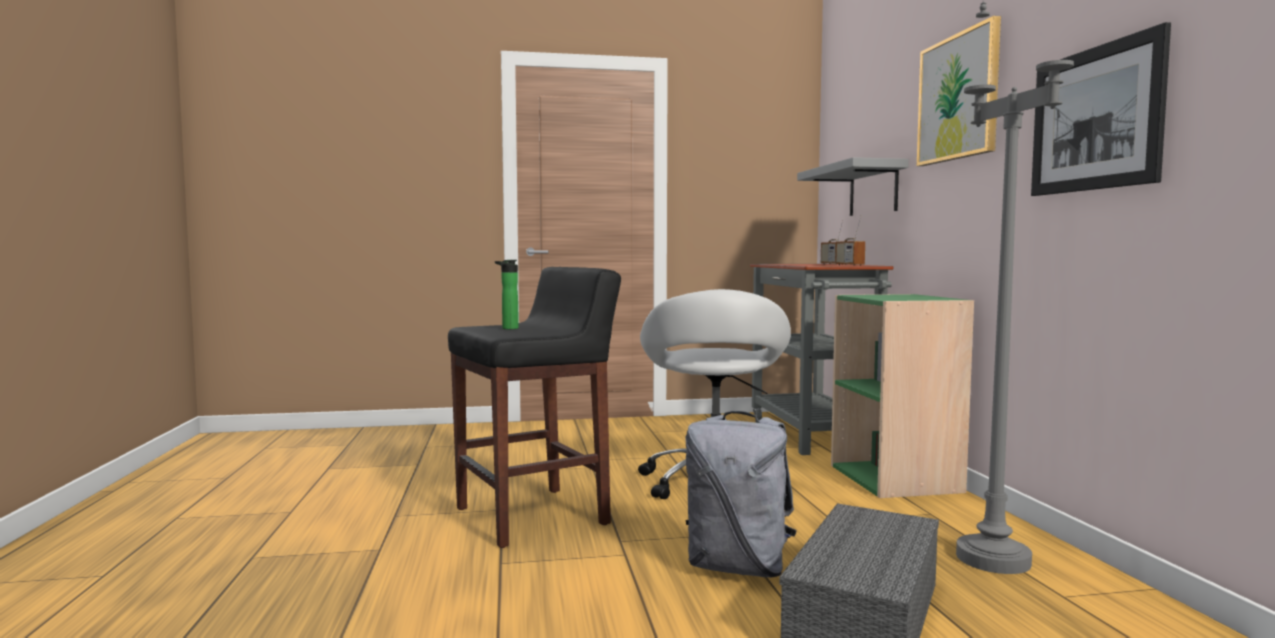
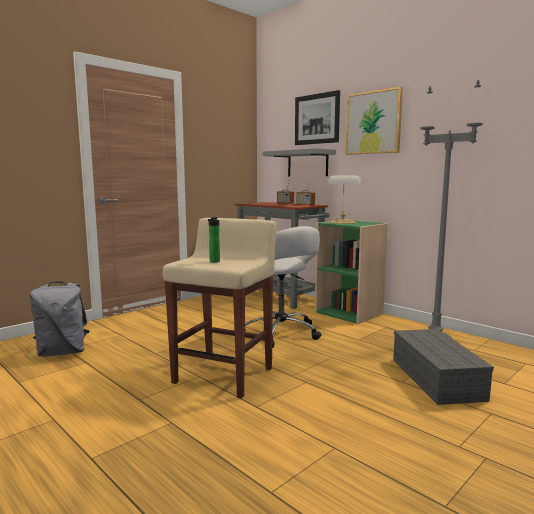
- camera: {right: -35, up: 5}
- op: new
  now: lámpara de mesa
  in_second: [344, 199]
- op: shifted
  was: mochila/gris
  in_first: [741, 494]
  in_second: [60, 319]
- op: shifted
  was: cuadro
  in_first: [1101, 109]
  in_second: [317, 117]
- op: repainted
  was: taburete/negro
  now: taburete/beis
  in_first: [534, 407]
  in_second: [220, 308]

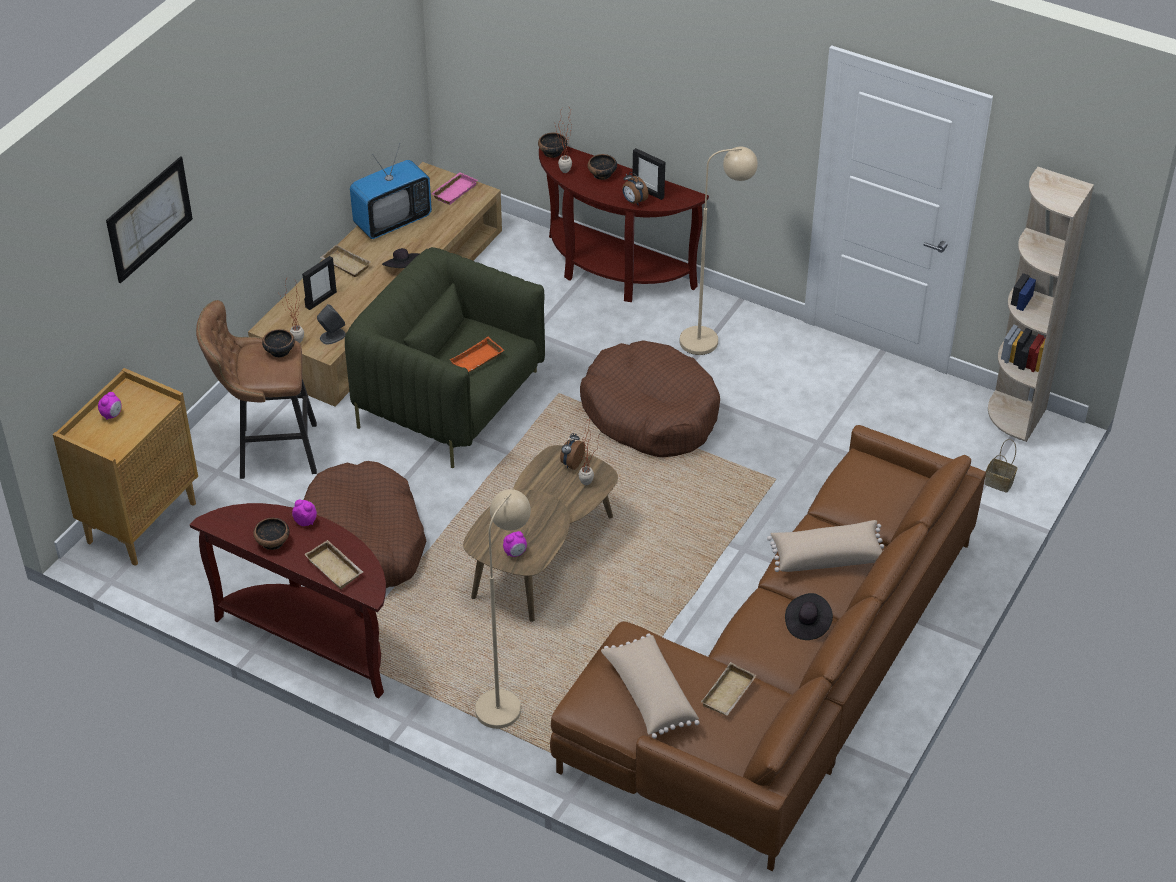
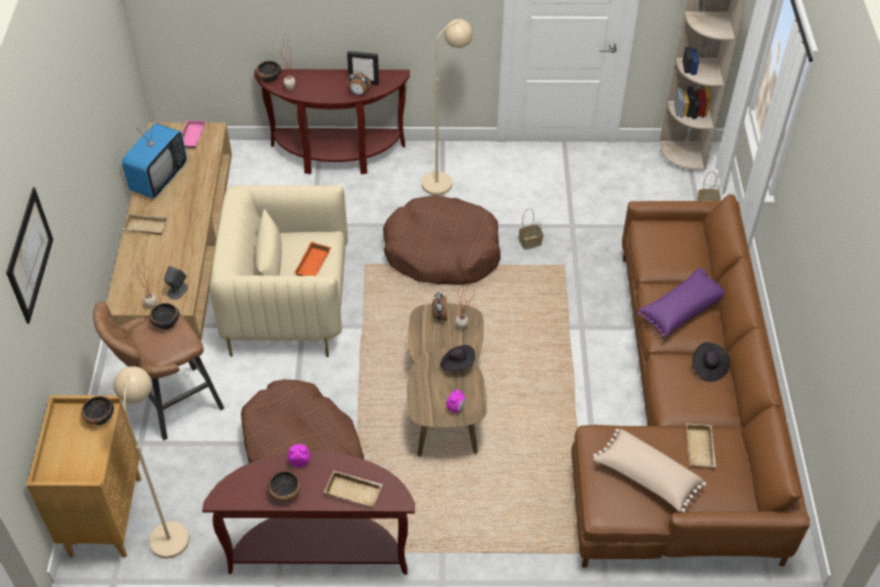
- camera: {right: -30, up: 5}
- op: gone
  was: despertador
  in_first: [110, 406]
- op: gone
  was: portarretratos
  in_first: [319, 283]
- op: new
  now: cesta
  in_second: [531, 229]
- op: shifted
  was: sombrero/negro
  in_first: [400, 258]
  in_second: [457, 358]
- op: shifted
  was: lámpara de pie/beis
  in_first: [503, 609]
  in_second: [151, 462]
- op: shifted
  was: cuenco
  in_first: [602, 167]
  in_second: [97, 410]
- op: repainted
  was: sillón/verde
  now: sillón/beis
  in_first: [445, 357]
  in_second: [279, 271]
- op: repainted
  was: cojín/beis
  now: cojín/morado
  in_first: [825, 546]
  in_second: [681, 303]

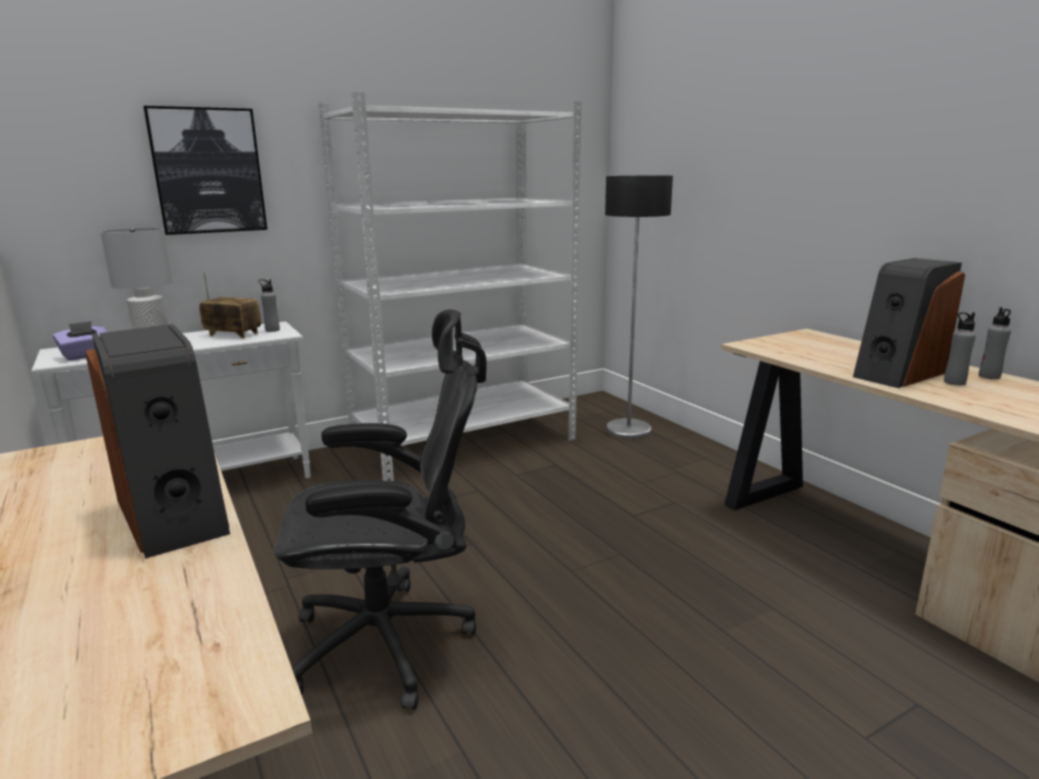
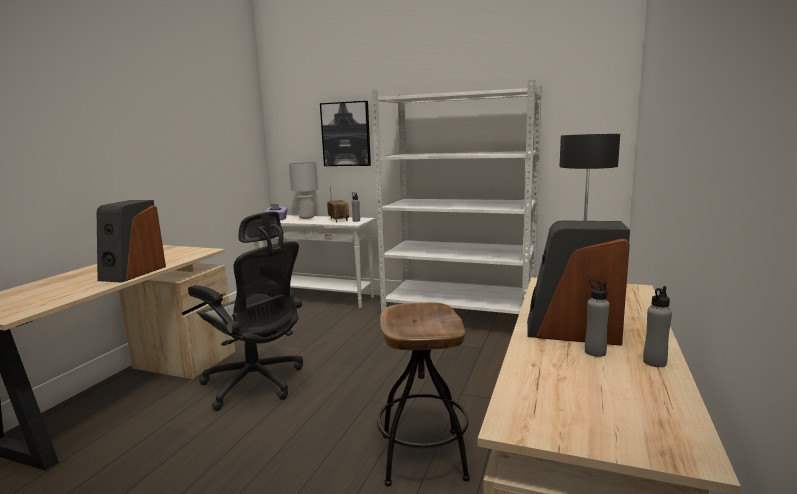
- camera: {right: 50, up: -5}
- op: new
  now: taburete/marrón
  in_second: [423, 394]

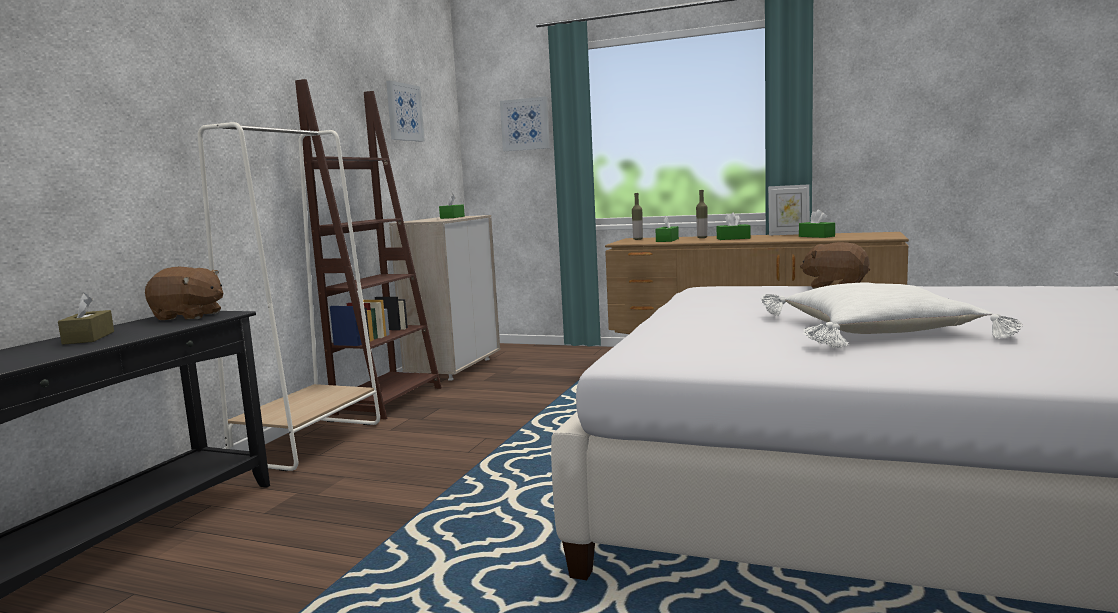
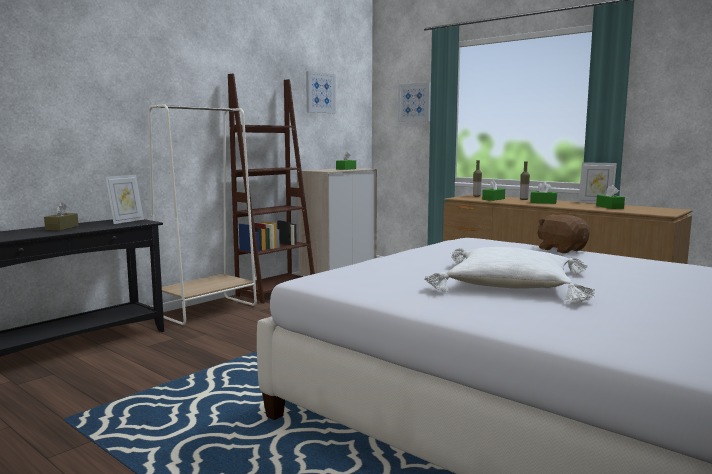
- camera: {right: 20, up: 0}
- op: swapped
  was: peluche/marrón
  now: portarretratos
  in_first: [184, 293]
  in_second: [124, 199]

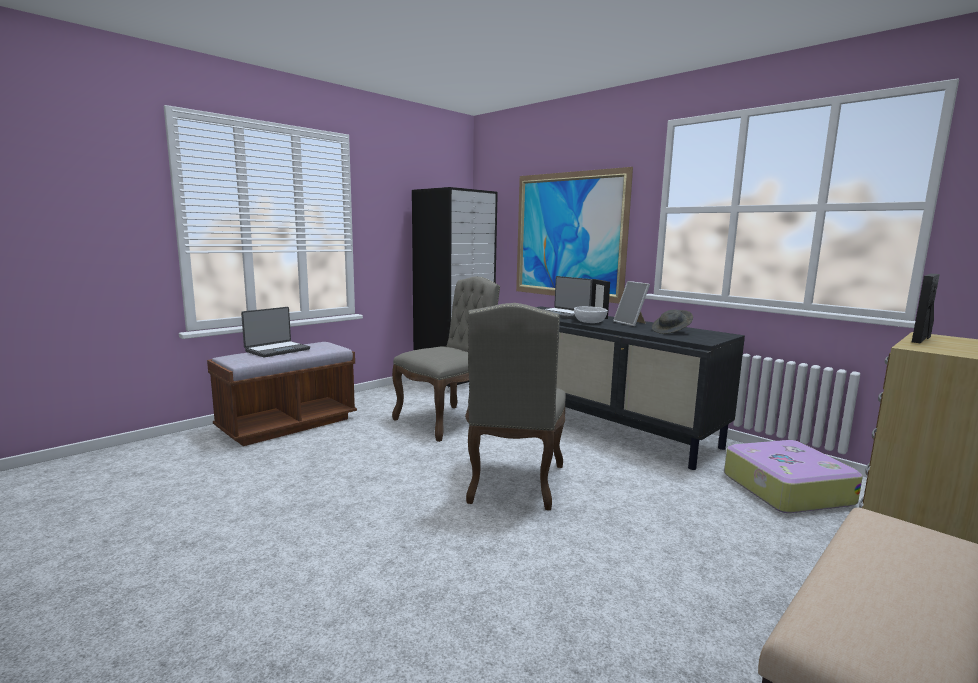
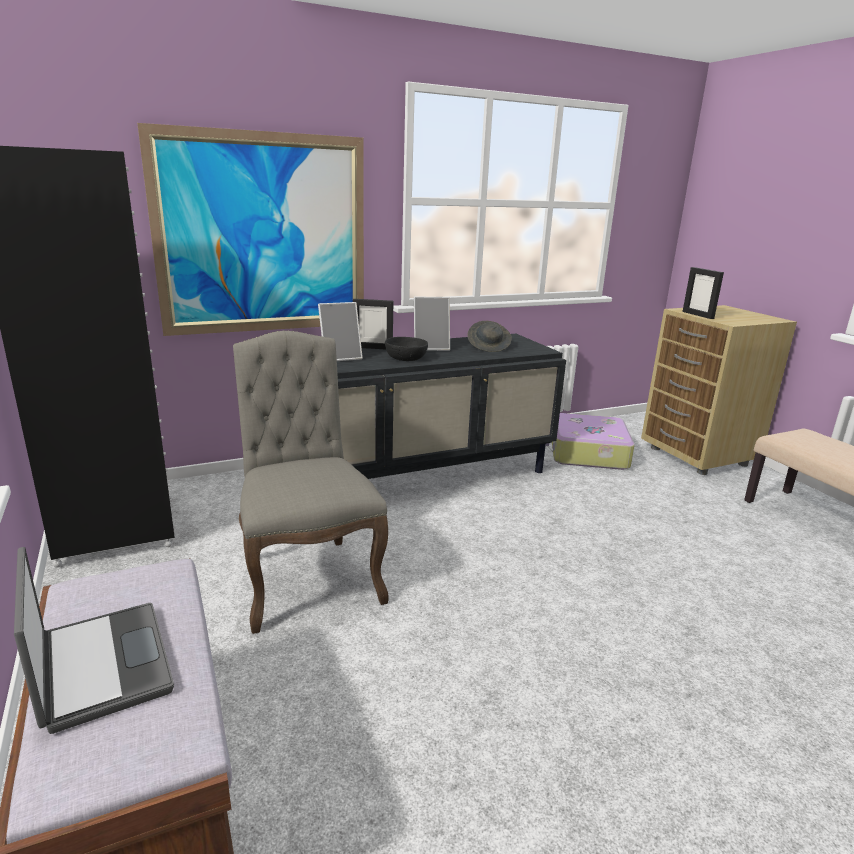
- camera: {right: -70, up: 10}
- op: gone
  was: silla/gris
  in_first: [515, 406]
- op: swapped
  was: portátil
  now: portarretratos
  in_first: [567, 297]
  in_second: [340, 331]
- op: repainted
  was: cuenco/blanco
  now: cuenco/negro
  in_first: [591, 314]
  in_second: [406, 349]

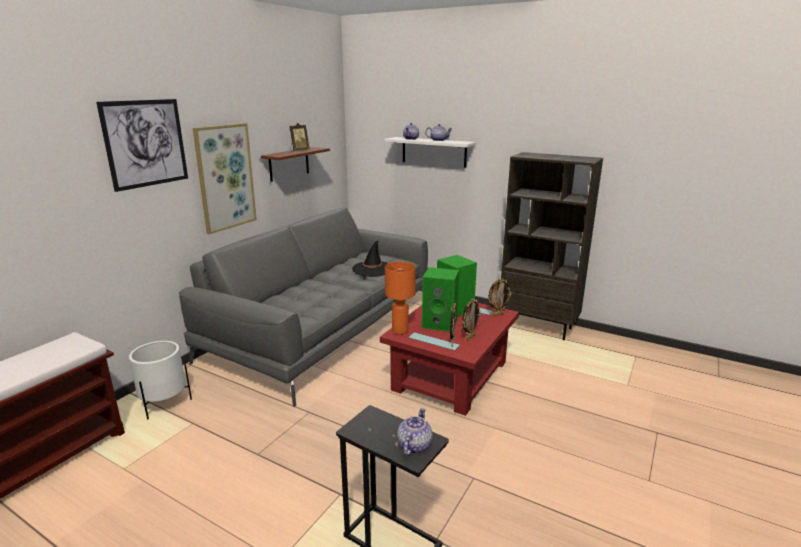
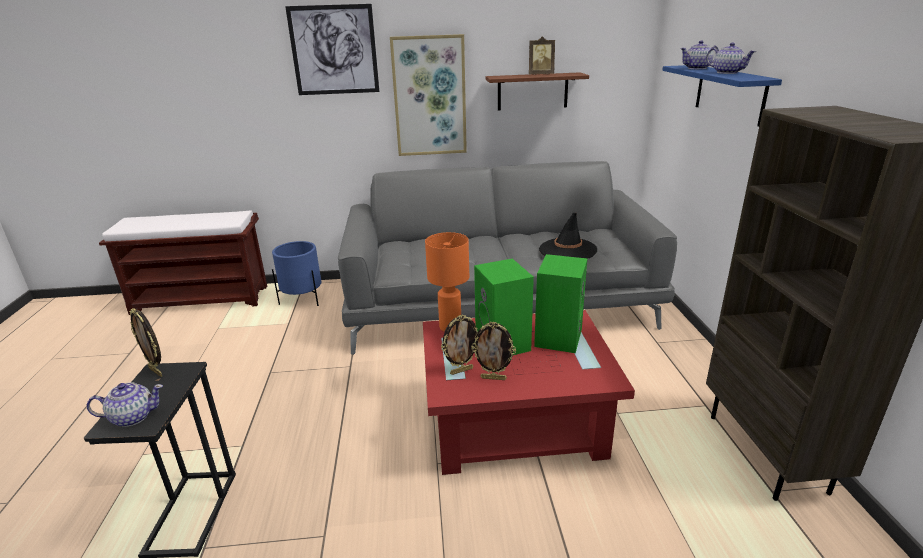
- camera: {right: 55, up: 5}
- op: shifted
  was: portarretratos
  in_first: [499, 297]
  in_second: [145, 342]
- op: repainted
  was: maceta/blanco
  now: maceta/azul
  in_first: [160, 380]
  in_second: [297, 273]
- op: repainted
  was: estante/blanco
  now: estante/azul
  in_first: [430, 152]
  in_second: [722, 96]

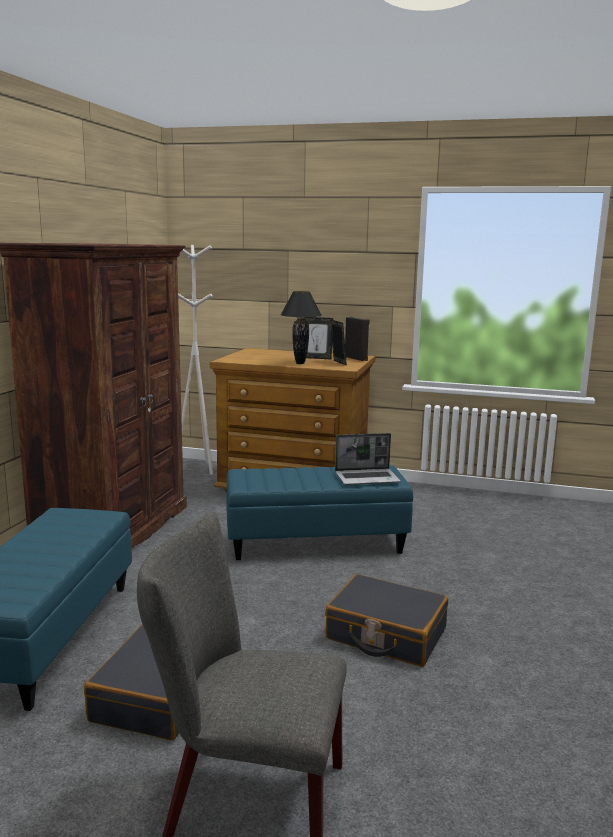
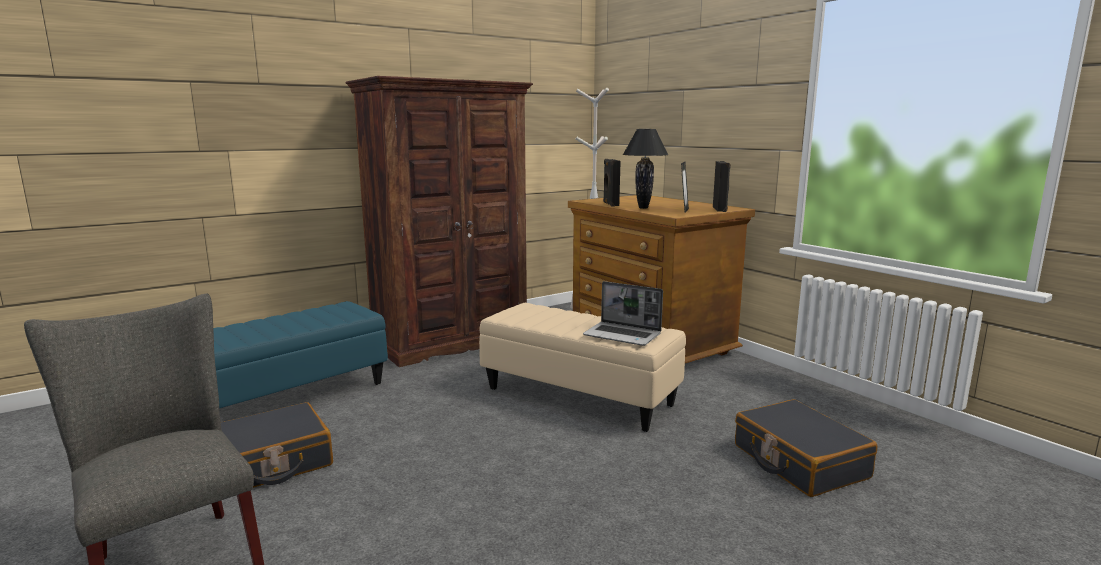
- camera: {right: 40, up: 0}
- op: gone
  was: portarretratos
  in_first: [318, 338]
- op: new
  now: altavoz/negro
  in_second: [612, 183]
- op: shifted
  was: maleta/negro
  in_first: [386, 620]
  in_second: [806, 448]
- op: repainted
  was: puf/azul
  now: puf/beis
  in_first: [320, 513]
  in_second: [582, 367]

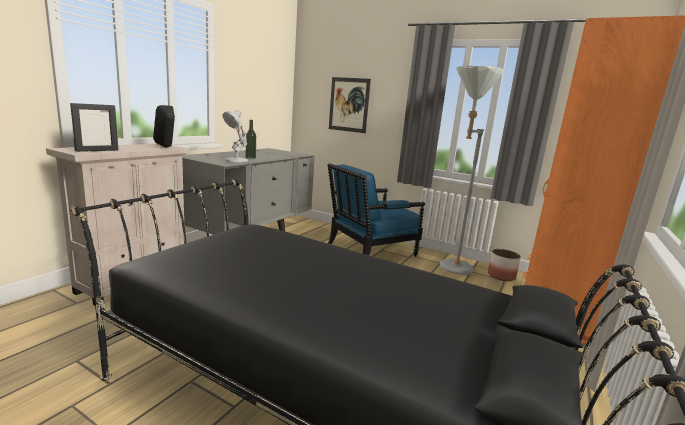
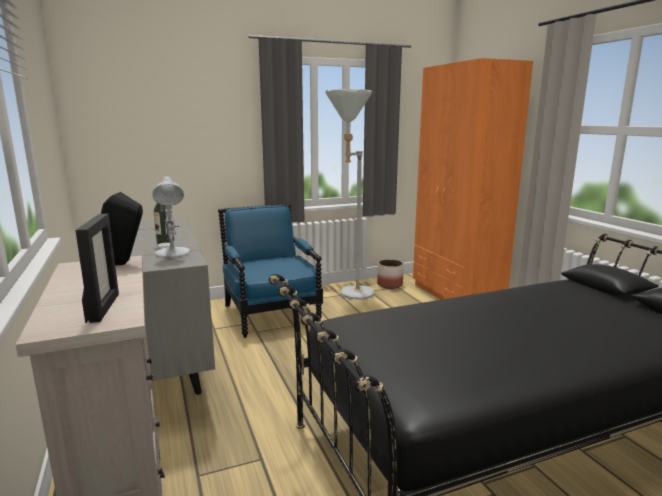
- camera: {right: -50, up: 0}
- op: gone
  was: cuadro
  in_first: [350, 105]
- op: rotated
  was: sillón/azul
  in_first: [376, 210]
  in_second: [270, 271]
  clockwise: 150

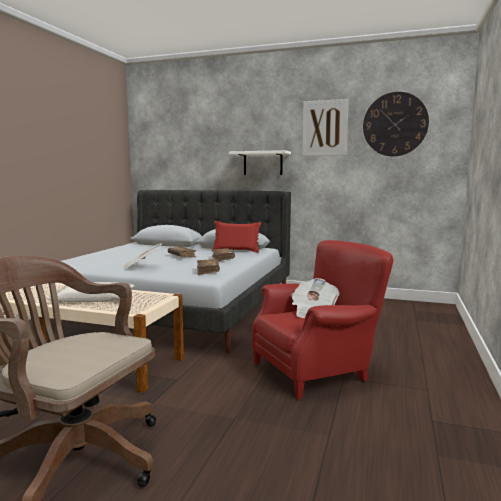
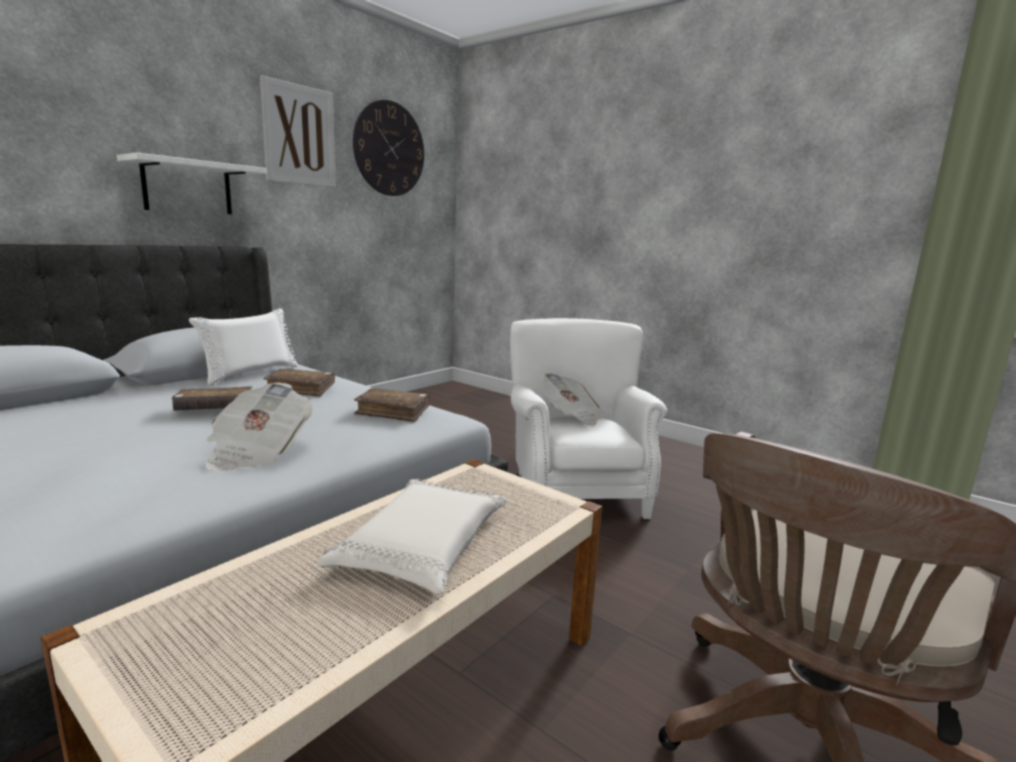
- camera: {right: -70, up: 5}
- op: repainted
  was: cojín/rojo
  now: cojín/blanco
  in_first: [237, 237]
  in_second: [243, 347]
- op: repainted
  was: sillón/rojo
  now: sillón/blanco
  in_first: [323, 320]
  in_second: [588, 418]

